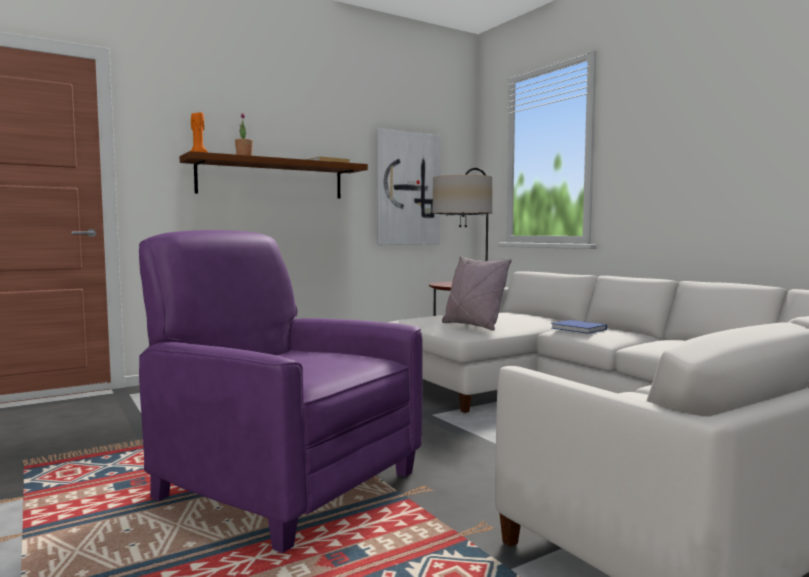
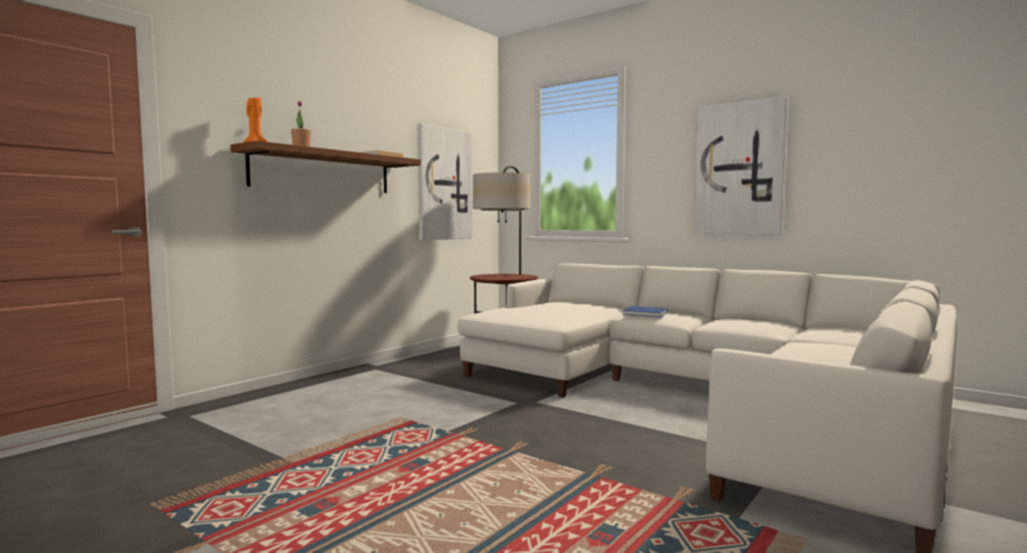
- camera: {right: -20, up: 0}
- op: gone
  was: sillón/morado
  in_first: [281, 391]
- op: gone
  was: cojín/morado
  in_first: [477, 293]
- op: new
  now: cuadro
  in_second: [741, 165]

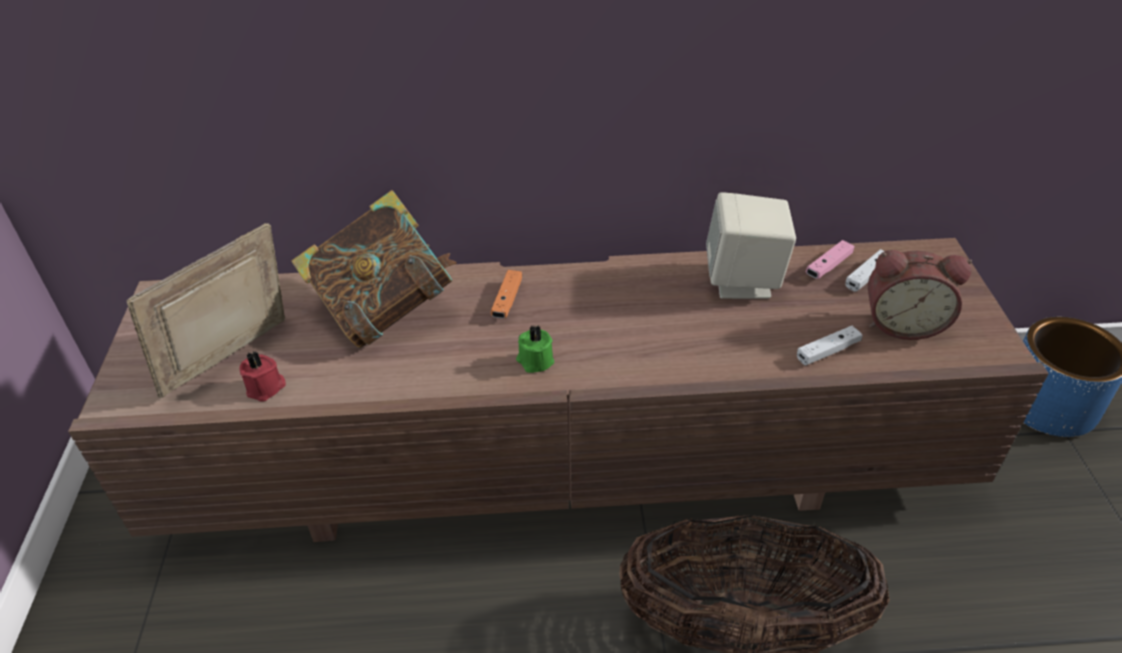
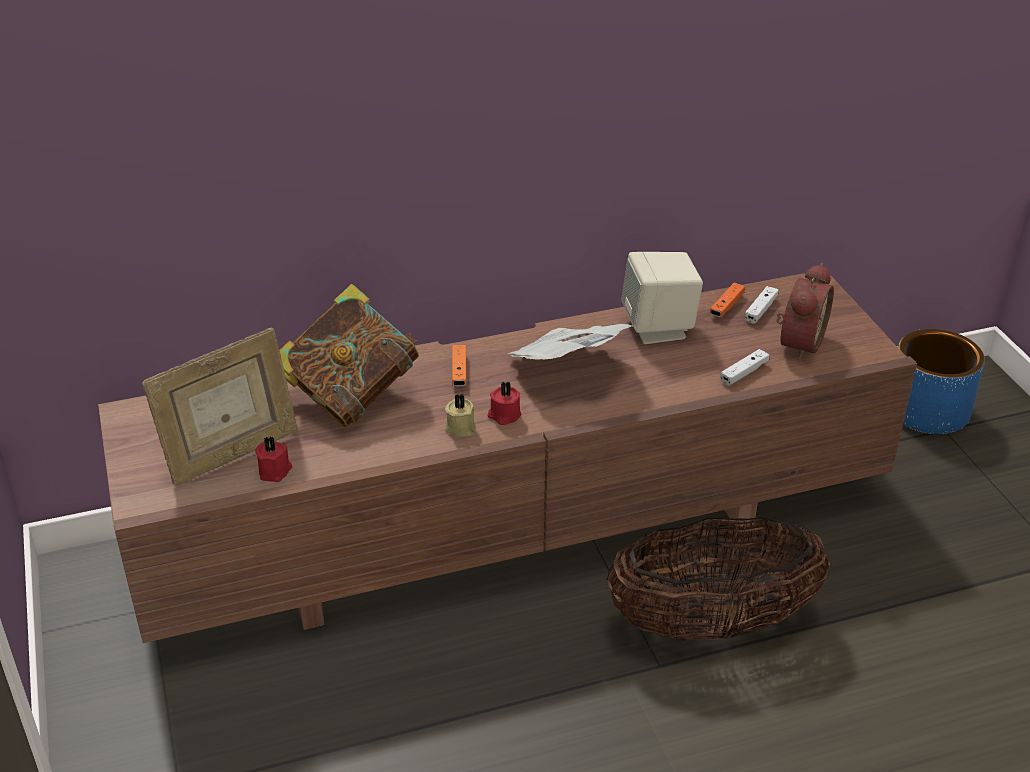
- camera: {right: -15, up: -5}
- op: new
  now: vela/beis
  in_second: [460, 415]
- op: new
  now: periódico
  in_second: [570, 342]
- op: repainted
  was: vela/verde
  now: vela/rojo
  in_first: [535, 349]
  in_second: [504, 403]
- op: repainted
  was: mando de consola/rosa
  now: mando de consola/naranja
  in_first: [830, 259]
  in_second: [727, 300]
- op: rotated
  was: portarretratos
  in_first: [205, 311]
  in_second: [220, 407]
  clockwise: -150
- op: rotated
  was: despertador
  in_first: [920, 295]
  in_second: [805, 311]
  clockwise: -60

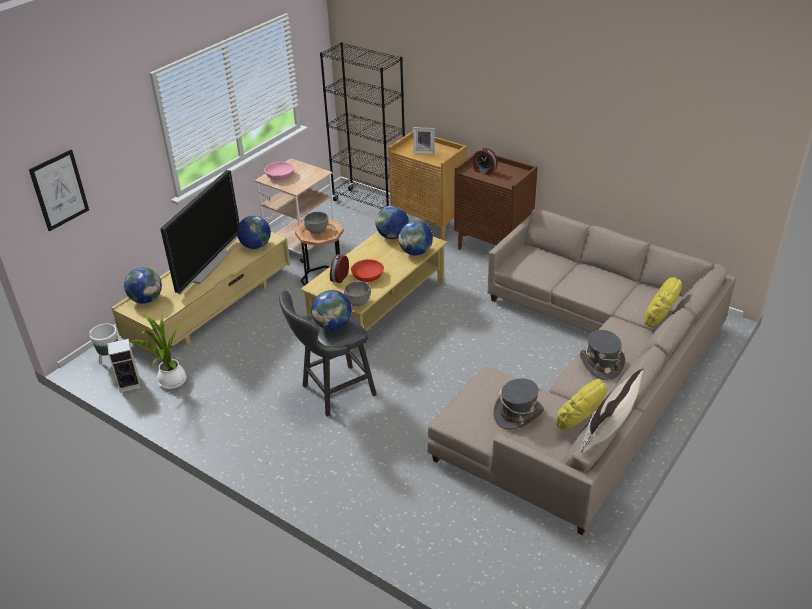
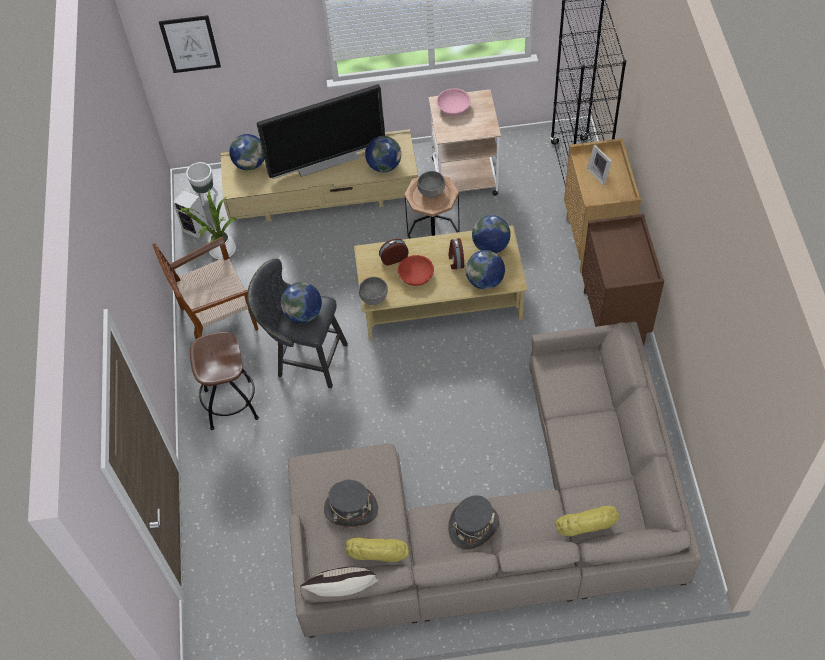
- camera: {right: 50, up: 20}
- op: new
  now: sillón/marrón
  in_second: [205, 288]
- op: new
  now: taburete/marrón
  in_second: [224, 381]
- op: shifted
  was: despertador
  in_first: [485, 161]
  in_second: [456, 254]

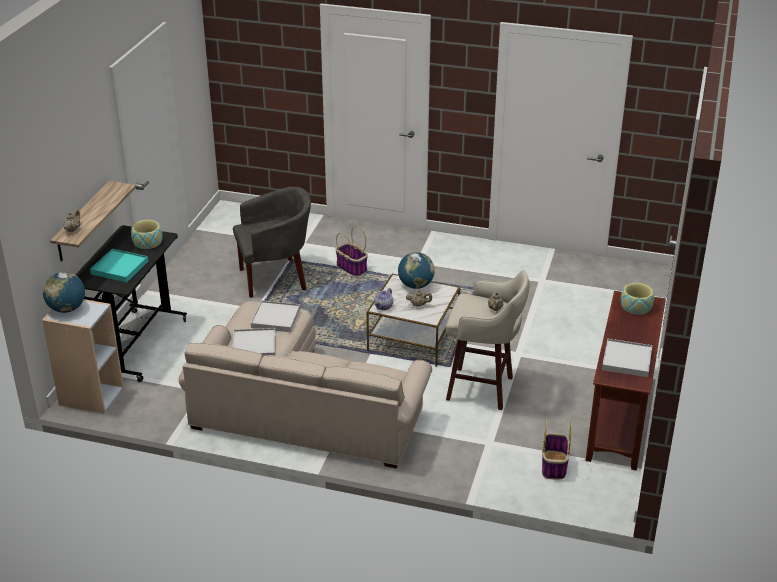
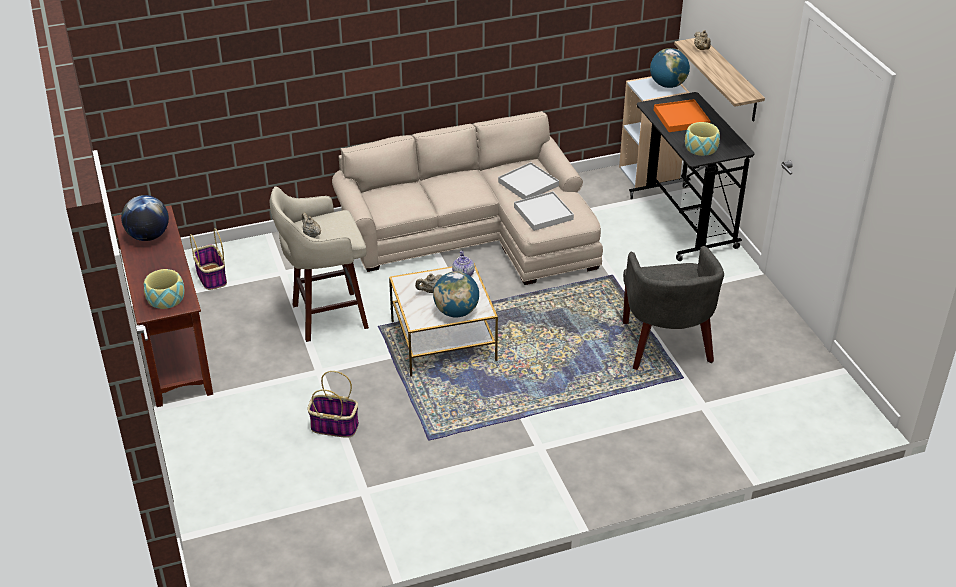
- camera: {right: 145, up: 5}
- op: shifted
  was: cesta
  in_first: [351, 251]
  in_second: [333, 404]
- op: swapped
  was: bandeja/blanco
  now: globo terráqueo
  in_first: [627, 358]
  in_second: [145, 218]
- op: repainted
  was: bandeja/turquesa
  now: bandeja/naranja
  in_first: [119, 265]
  in_second: [682, 115]
- op: rotated
  was: sillón/gris
  in_first: [272, 242]
  in_second: [673, 308]
  clockwise: -45

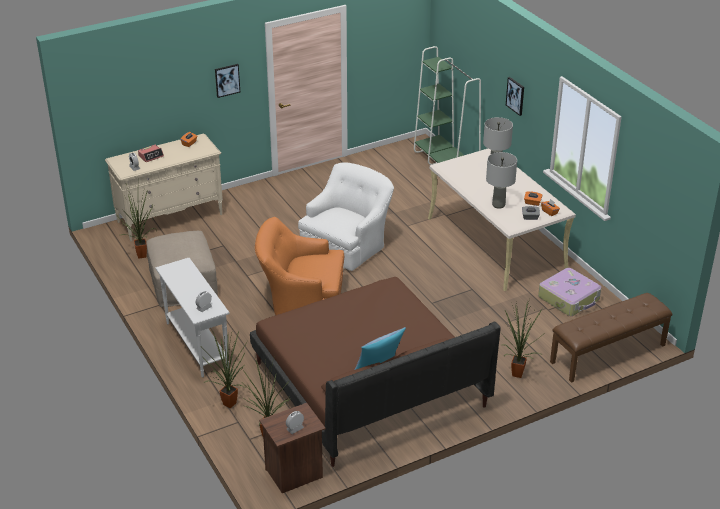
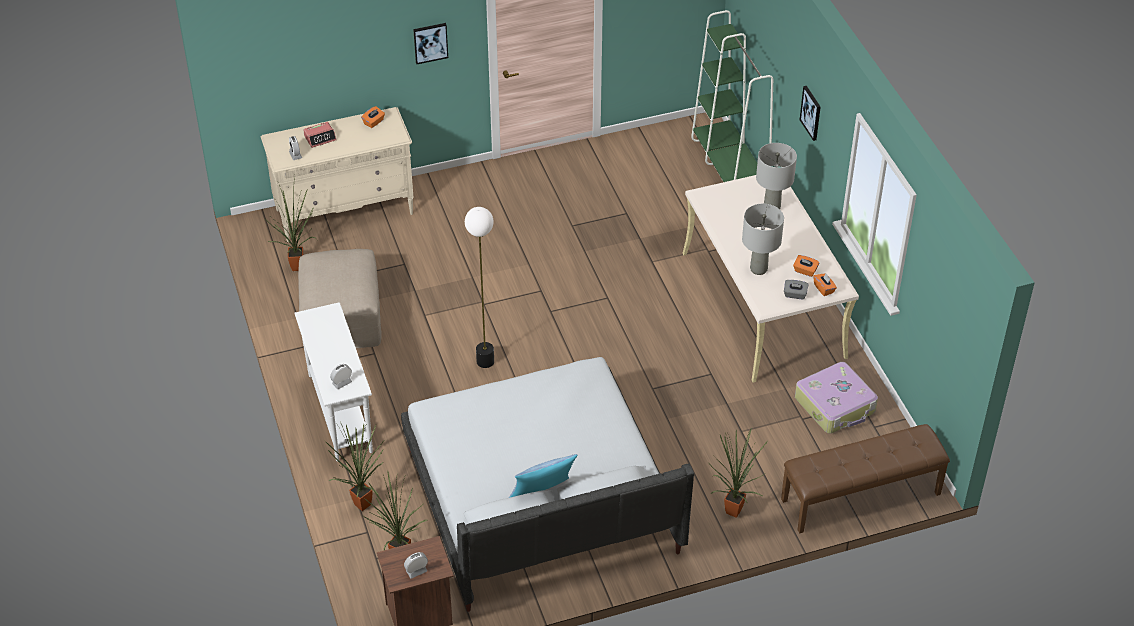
- camera: {right: 10, up: 10}
- op: gone
  was: sillón/blanco
  in_first: [346, 217]
- op: swapped
  was: sillón/naranja
  now: lámpara de pie
  in_first: [299, 266]
  in_second: [479, 287]
- op: repainted
  was: cama/marrón
  now: cama/gris
  in_first: [375, 372]
  in_second: [547, 484]

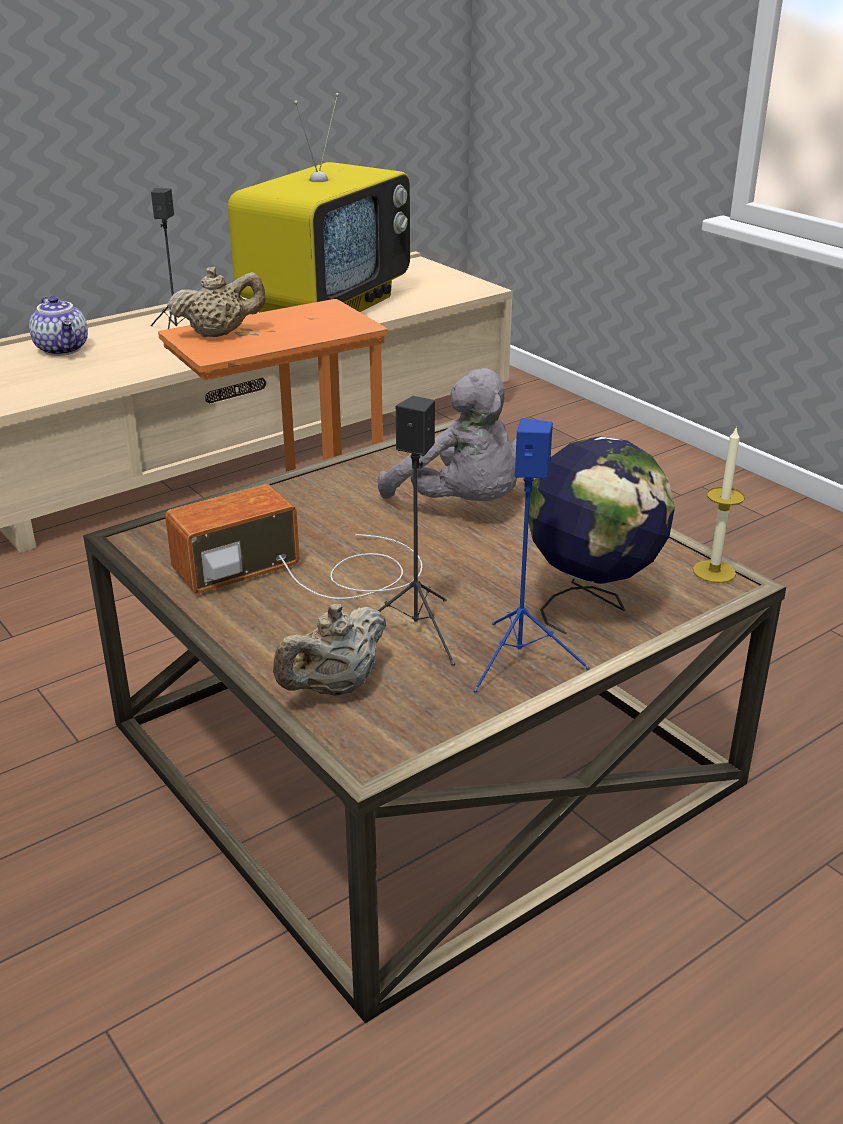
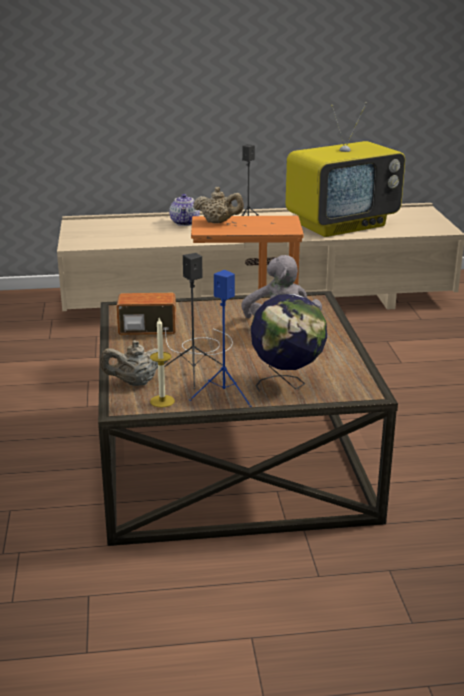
- camera: {right: 30, up: -5}
- op: shifted
  was: vela
  in_first: [719, 504]
  in_second: [162, 363]

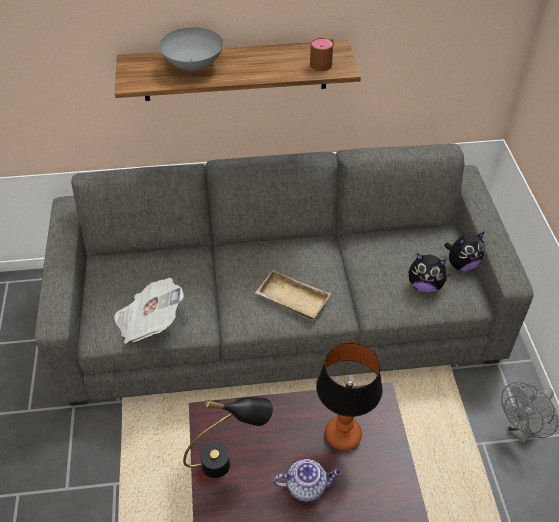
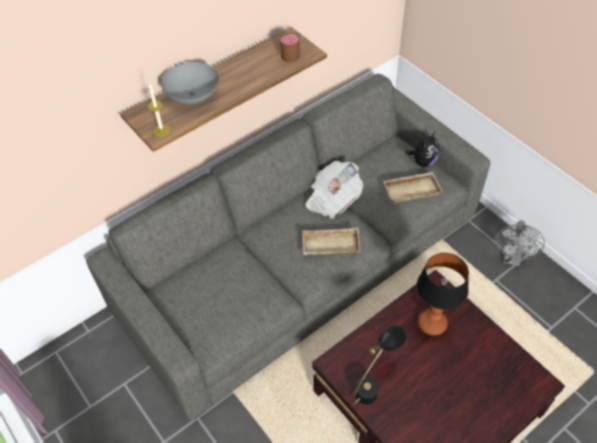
- camera: {right: -30, up: 5}
- op: gone
  was: tetera
  in_first: [307, 480]
- op: new
  now: vela
  in_second: [159, 110]
- op: shifted
  was: periódico
  in_first: [149, 311]
  in_second: [334, 190]
- op: swapped
  was: peluche
  now: bandeja/beis
  in_first: [430, 273]
  in_second: [413, 187]

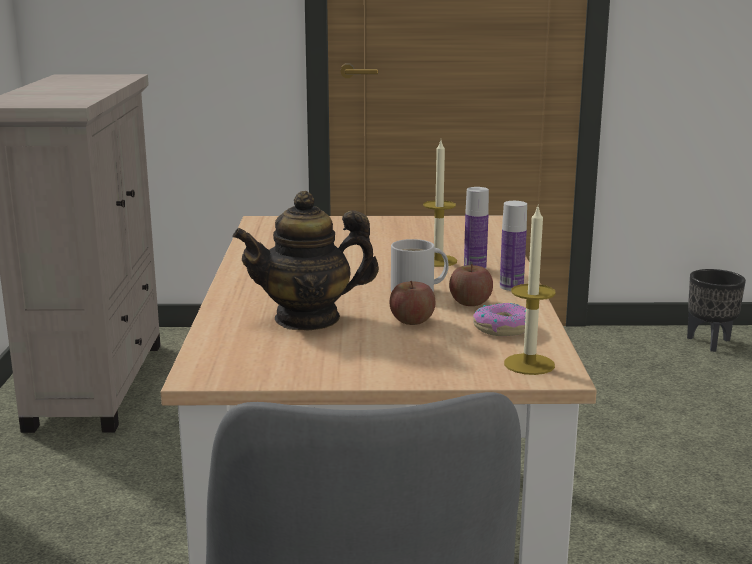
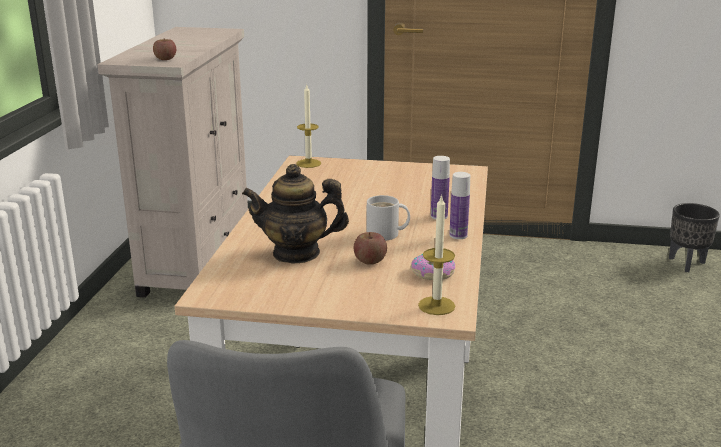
- camera: {right: 10, up: 5}
- op: shifted
  was: vela
  in_first: [440, 204]
  in_second: [308, 126]
- op: shifted
  was: manzana
  in_first: [471, 285]
  in_second: [164, 49]

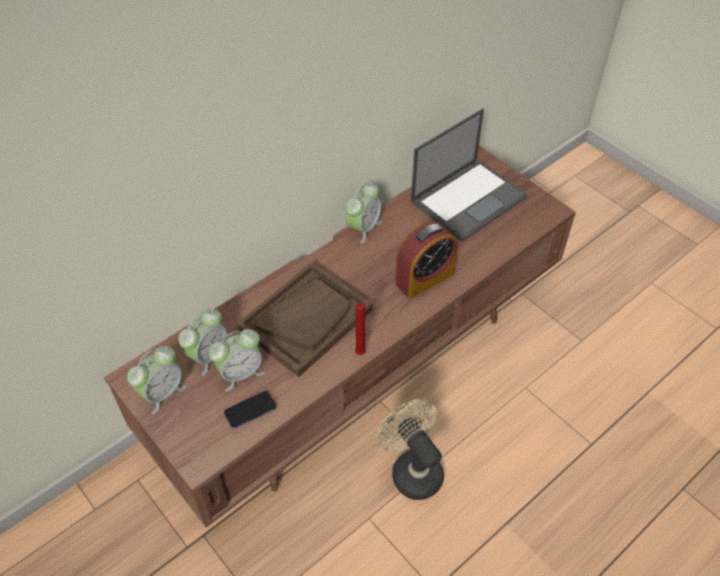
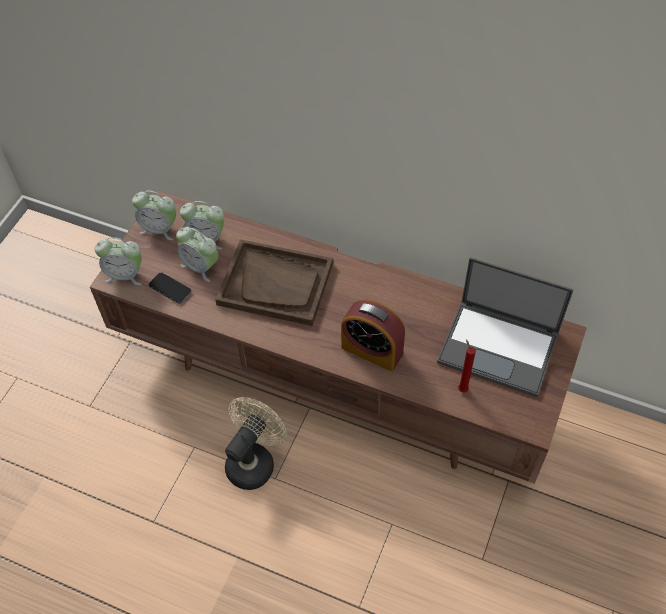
- camera: {right: 65, up: 5}
- op: shifted
  was: despertador
  in_first: [363, 213]
  in_second: [118, 261]
- op: shifted
  was: vela/rojo
  in_first: [358, 327]
  in_second: [467, 365]

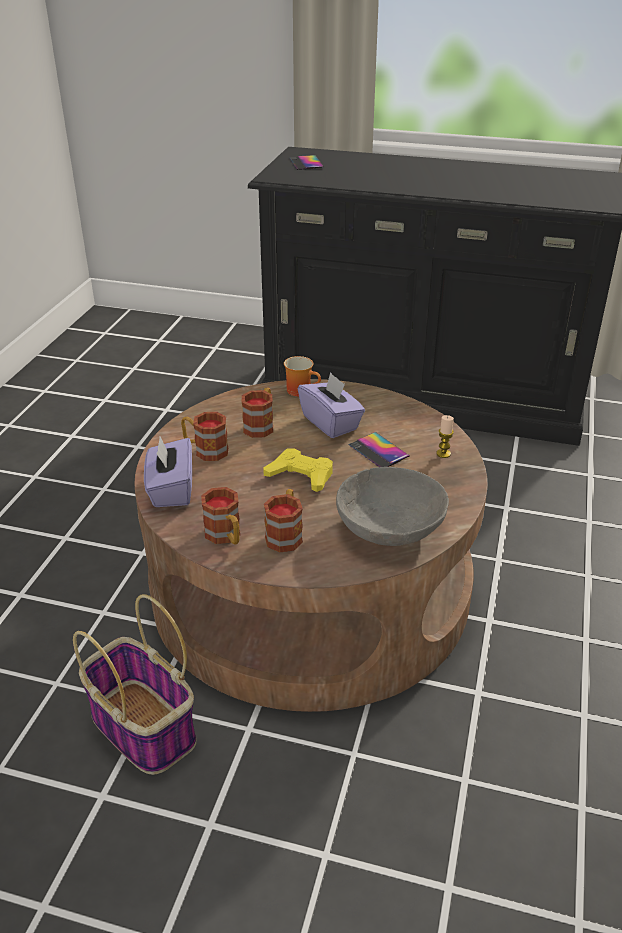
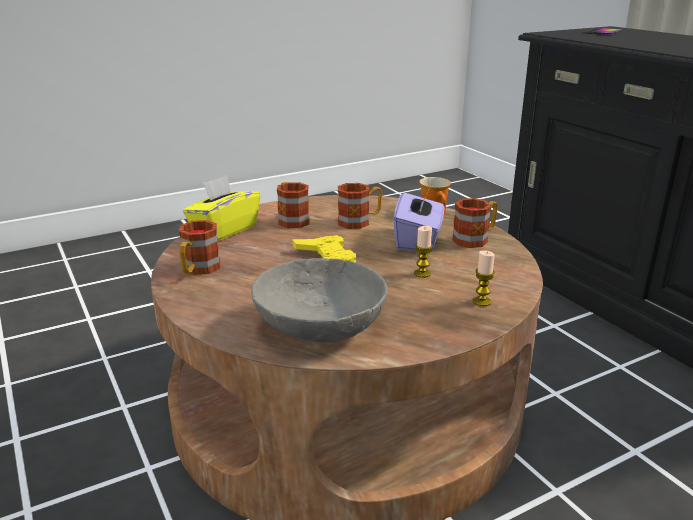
- camera: {right: 45, up: -10}
- op: gone
  was: cesta
  in_first: [134, 684]
- op: shifted
  was: taza grande
  in_first: [283, 520]
  in_second: [475, 223]
- op: swapped
  was: móvil
  now: vela
  in_first: [379, 449]
  in_second: [423, 252]
- op: repainted
  was: caja de pañuelos/morado
  now: caja de pañuelos/amarillo
  in_first: [168, 472]
  in_second: [222, 208]

